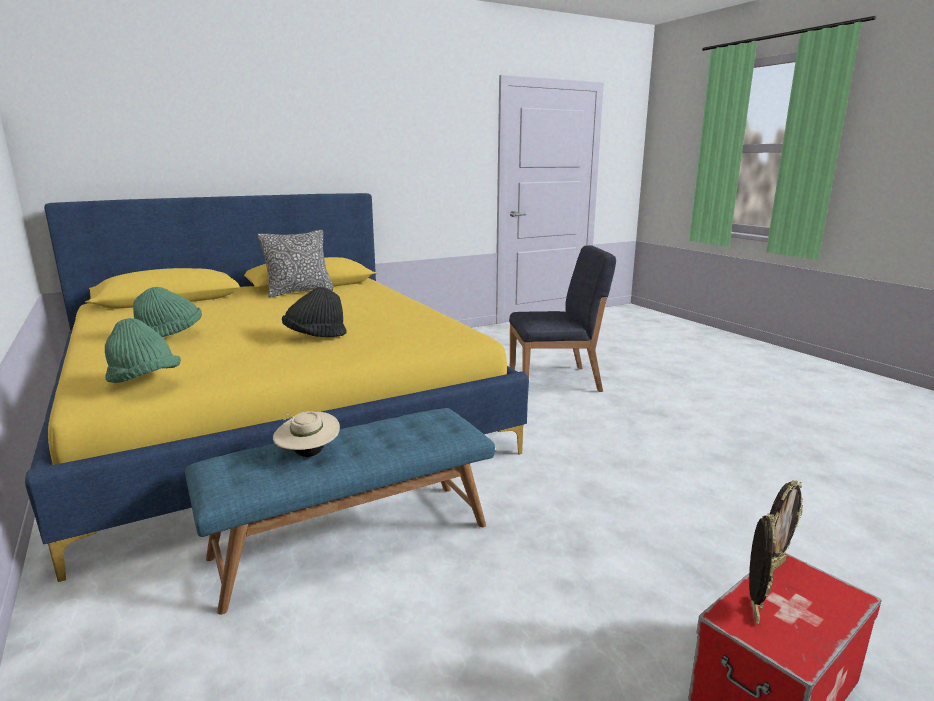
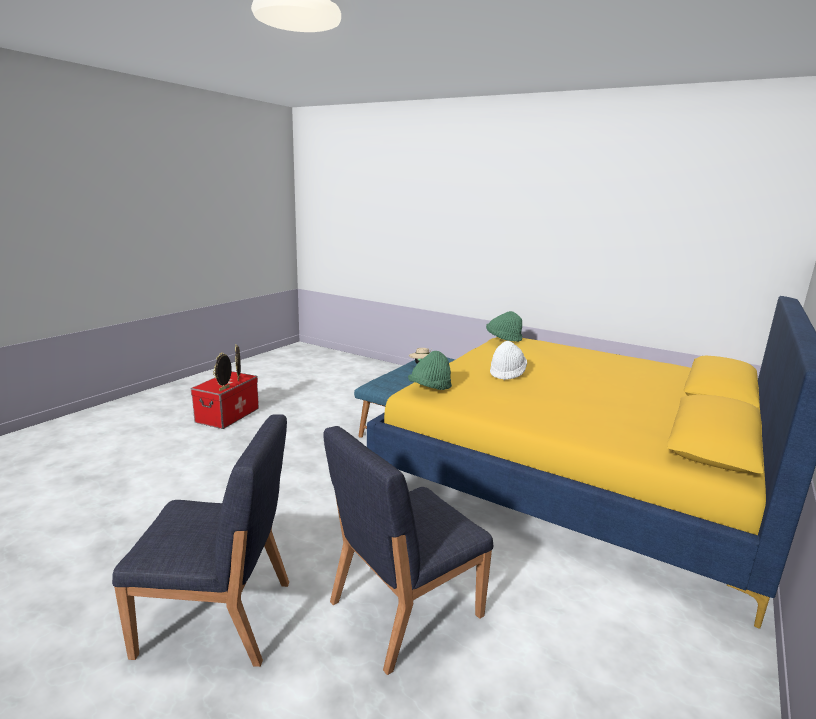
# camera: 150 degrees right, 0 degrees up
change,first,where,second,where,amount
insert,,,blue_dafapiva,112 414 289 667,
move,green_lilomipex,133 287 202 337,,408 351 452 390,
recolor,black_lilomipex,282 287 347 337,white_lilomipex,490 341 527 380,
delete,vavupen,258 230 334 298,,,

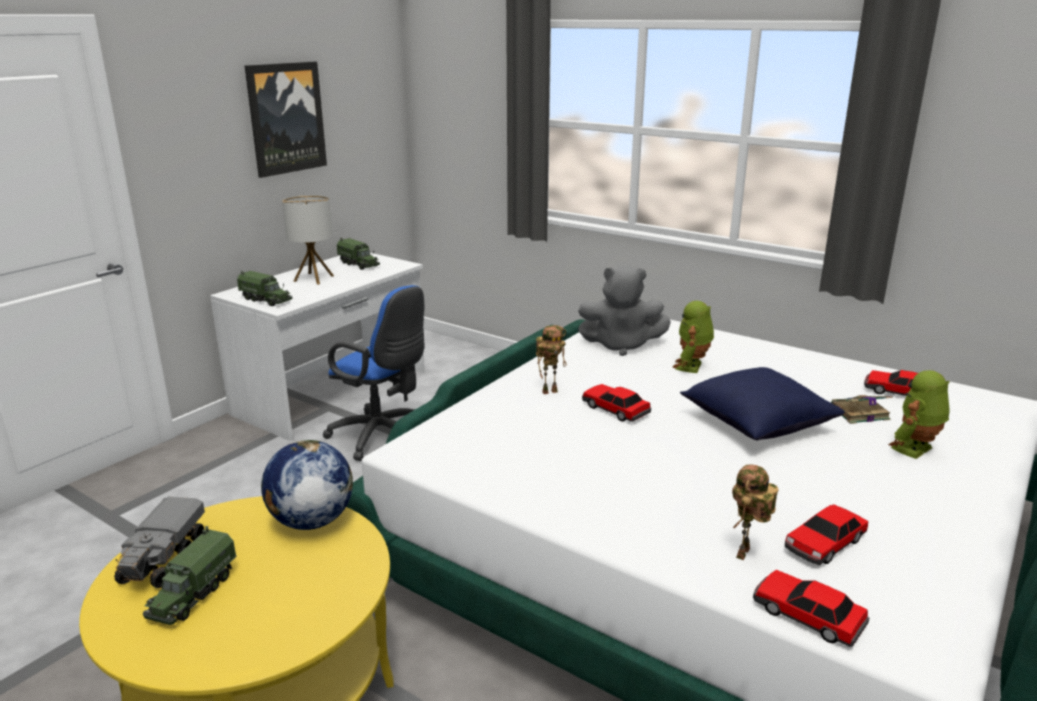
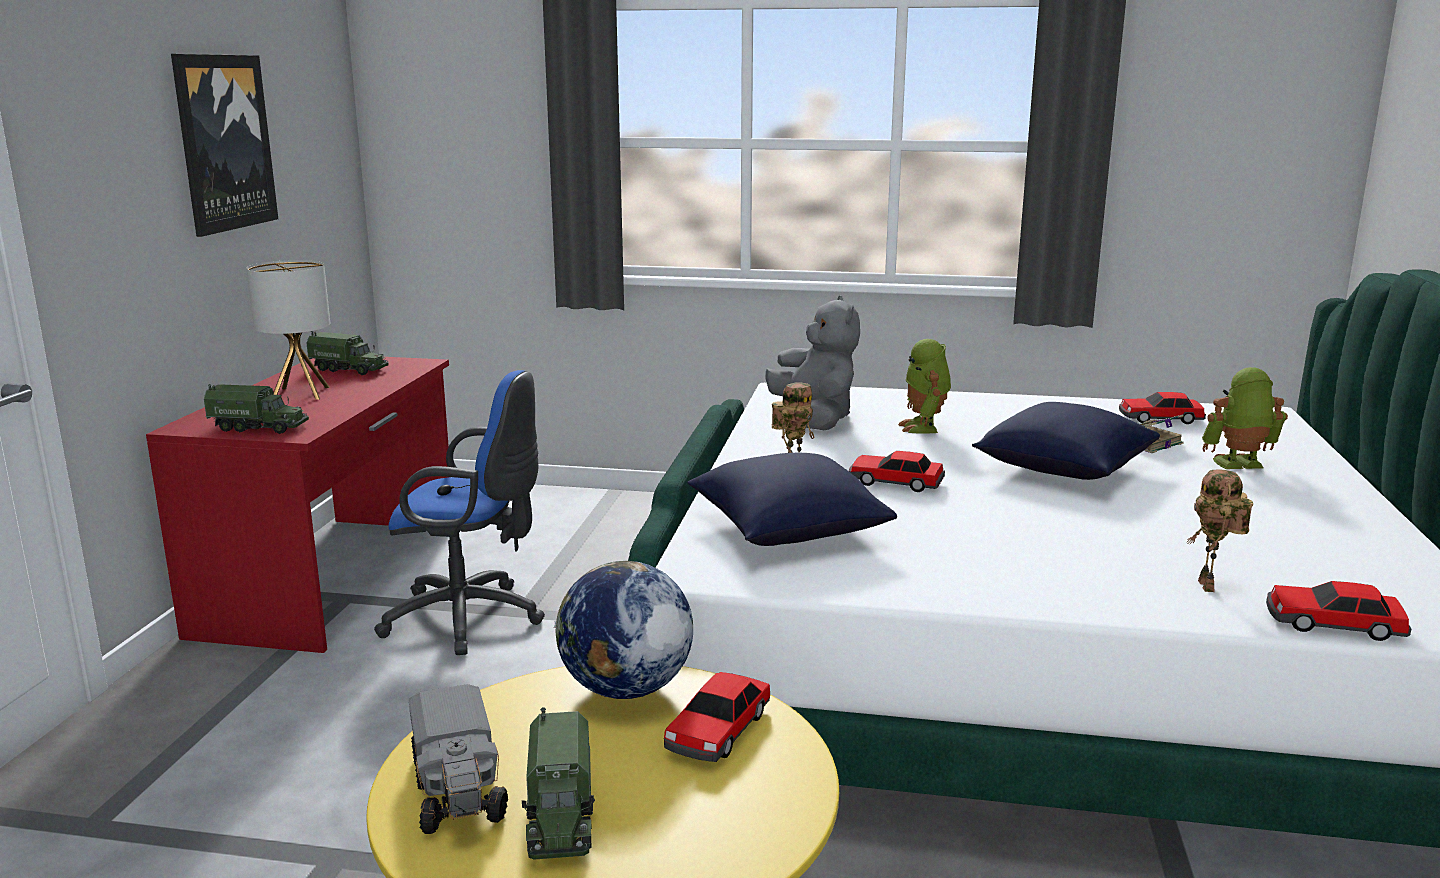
# camera: 25 degrees left, 5 degrees down
change,first,where,second,where,amount
recolor,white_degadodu,210 253 425 441,red_degadodu,146 357 449 653,
move,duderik,785 504 868 565,,664 672 770 762,
insert,,,blue_vavupen,688 453 897 546,
rotate,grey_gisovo,578 266 671 356,,766 296 860 430,90 degrees counterclockwise
rotate,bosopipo,888 370 950 459,,1202 367 1288 469,60 degrees clockwise

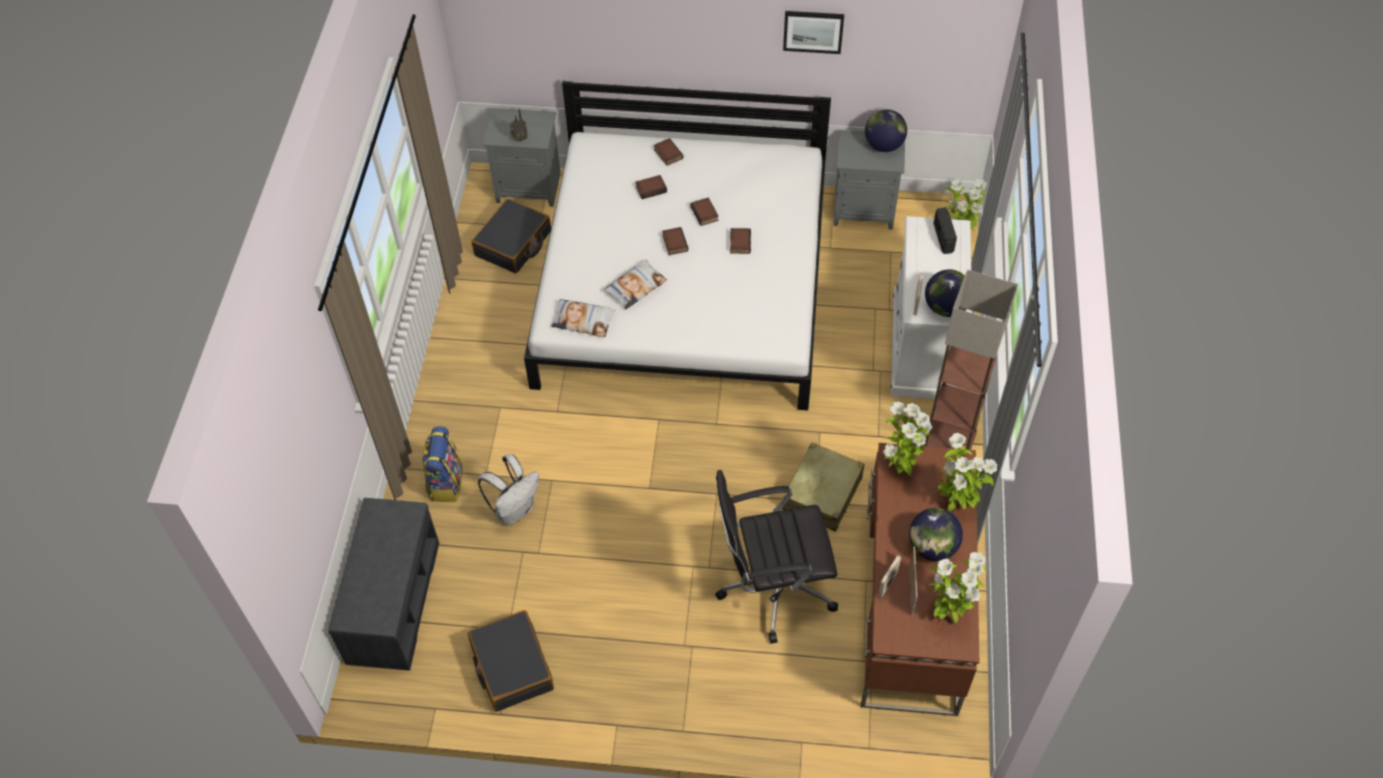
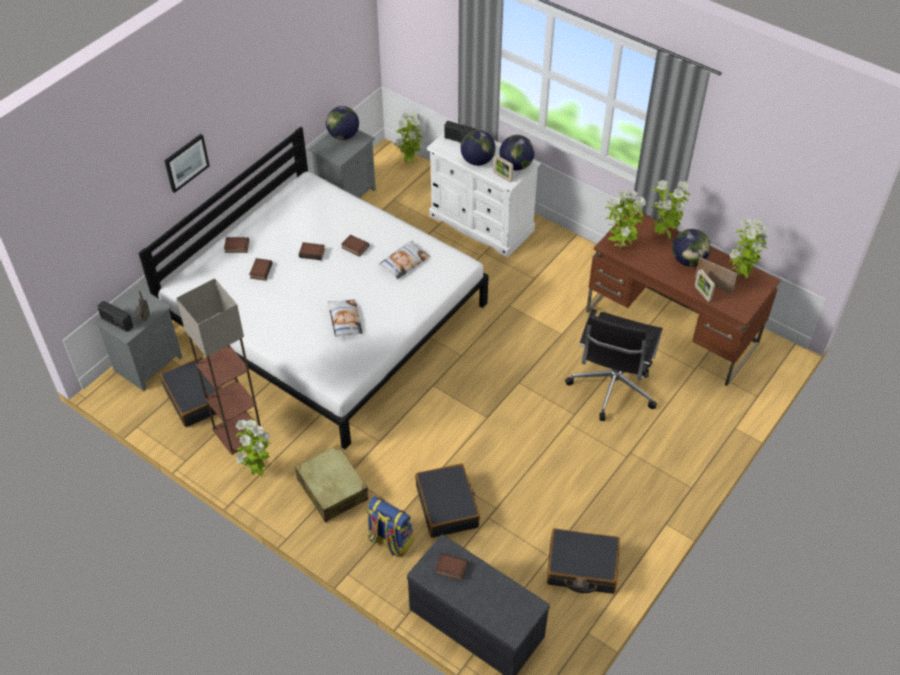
# camera: 60 degrees left, 5 degrees down
change,first,where,second,where,amount
insert,,,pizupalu,98 301 133 332,
move,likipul,783 11 844 54,,164 134 210 193,
move,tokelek,923 270 1018 450,,176 278 261 455,
insert,,,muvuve,236 419 271 476,
move,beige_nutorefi,783 442 865 531,,295 445 368 522,
move,vavupen,551 299 616 337,,379 240 430 279,
replace,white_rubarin,478 454 539 525,black_nutorefi,415 463 480 538,
move,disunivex,662 227 688 255,,435 553 468 581,
insert,,,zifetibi,461 130 496 166,

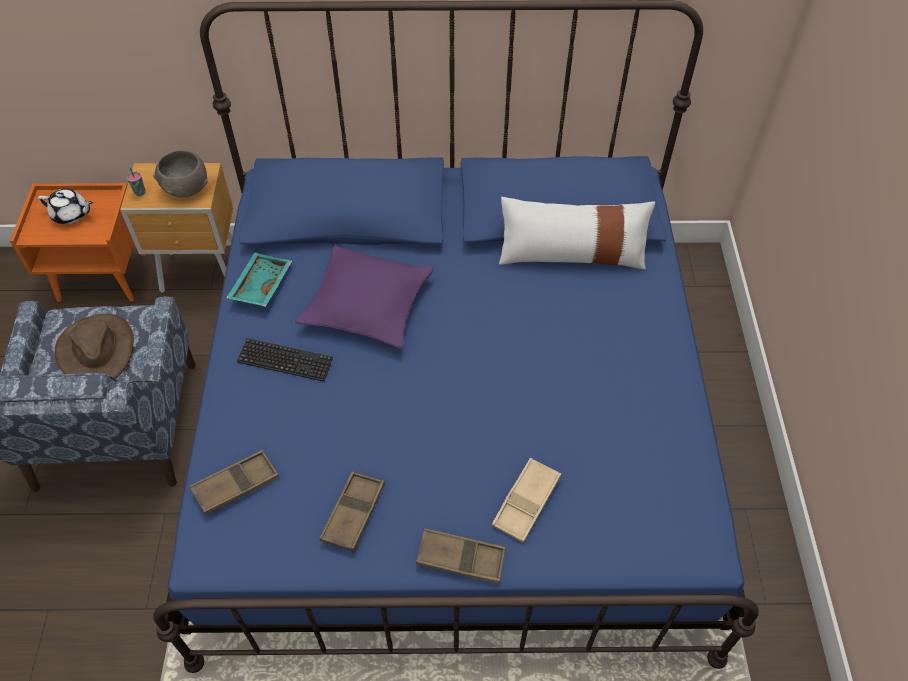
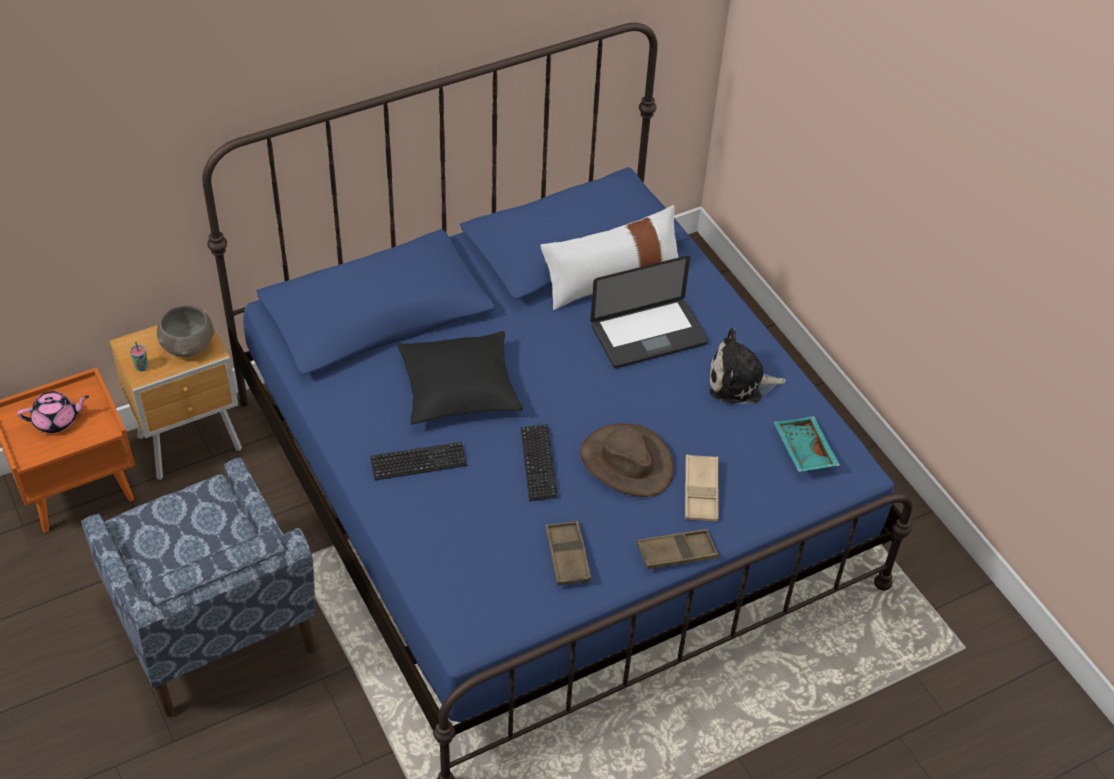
# camera: 30 degrees left, 5 degrees down
change,first,where,second,where,amount
recolor,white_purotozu,38 188 93 224,pink_purotozu,17 391 89 433,
recolor,purple_vavupen,295 245 434 349,black_vavupen,398 331 523 425,
insert,,,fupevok,520 424 558 501,
move,brown_lilomipex,55 314 134 379,,580 424 674 497,
insert,,,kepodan,590 256 708 368,
insert,,,gisovo,710 328 786 404,
move,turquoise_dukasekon,226 252 292 307,,774 416 840 472,
delete,brown_dukasekon,189 450 279 515,,,

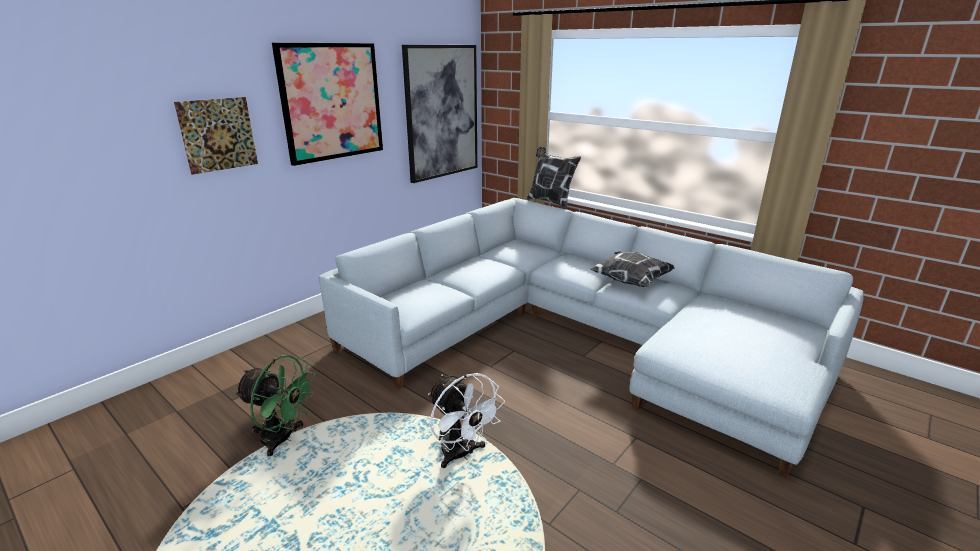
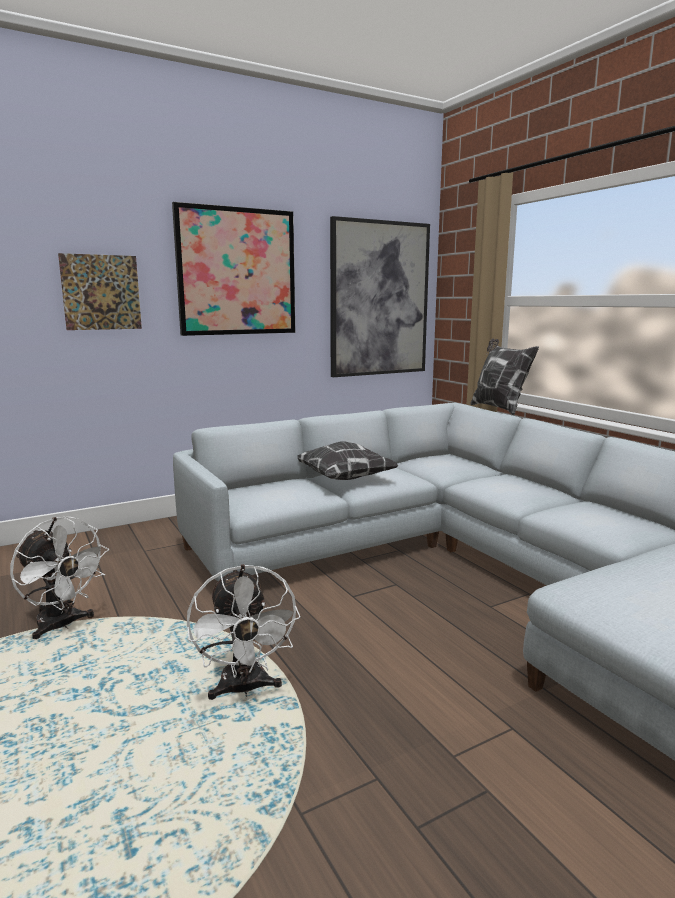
# camera: 20 degrees right, 10 degrees down
change,first,where,second,where,amount
recolor,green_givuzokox,235 355 316 456,white_givuzokox,10 517 109 639,
move,vavupen,589 251 675 287,,297 442 399 480,

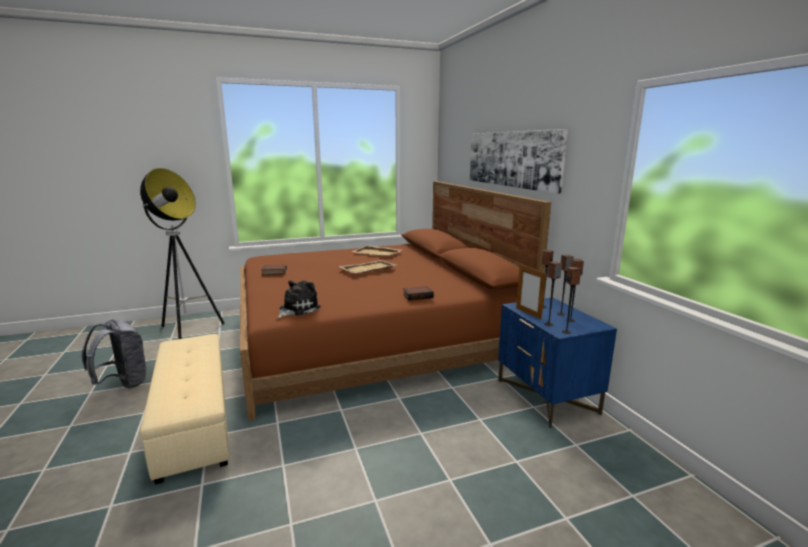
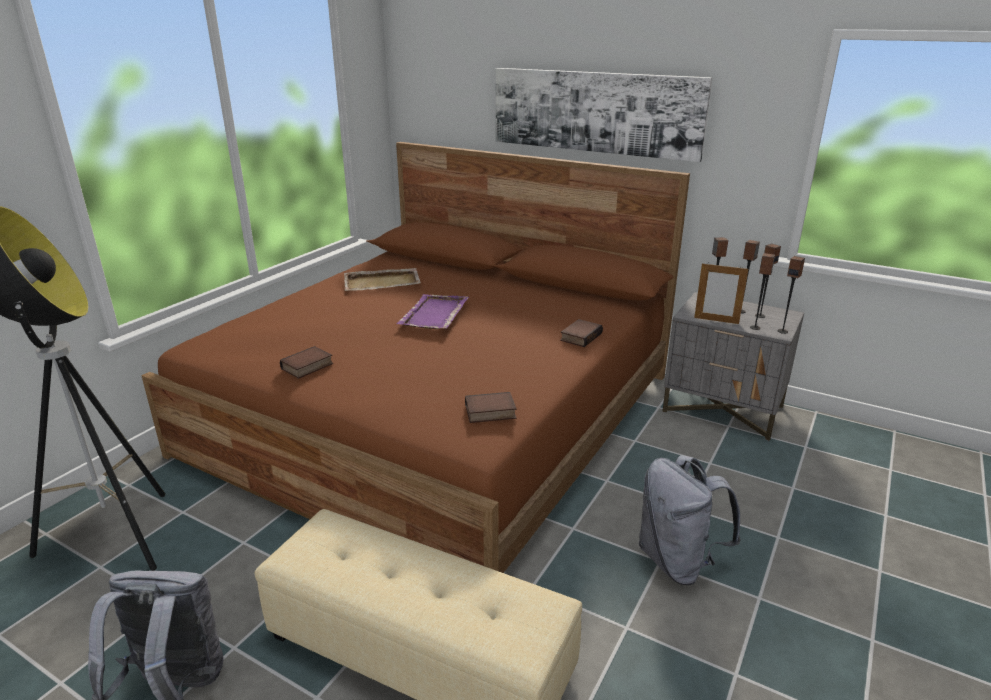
# camera: 40 degrees left, 10 degrees up
change,first,where,second,where,amount
recolor,beige_dukasekon,339 260 396 274,purple_dukasekon,397 294 469 329,
replace,gisovo,277 280 321 318,disunivex,465 392 517 423,
insert,,,grey_rubarin,639 455 741 585,
recolor,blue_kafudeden,498 298 617 428,grey_kafudeden,662 292 804 441,

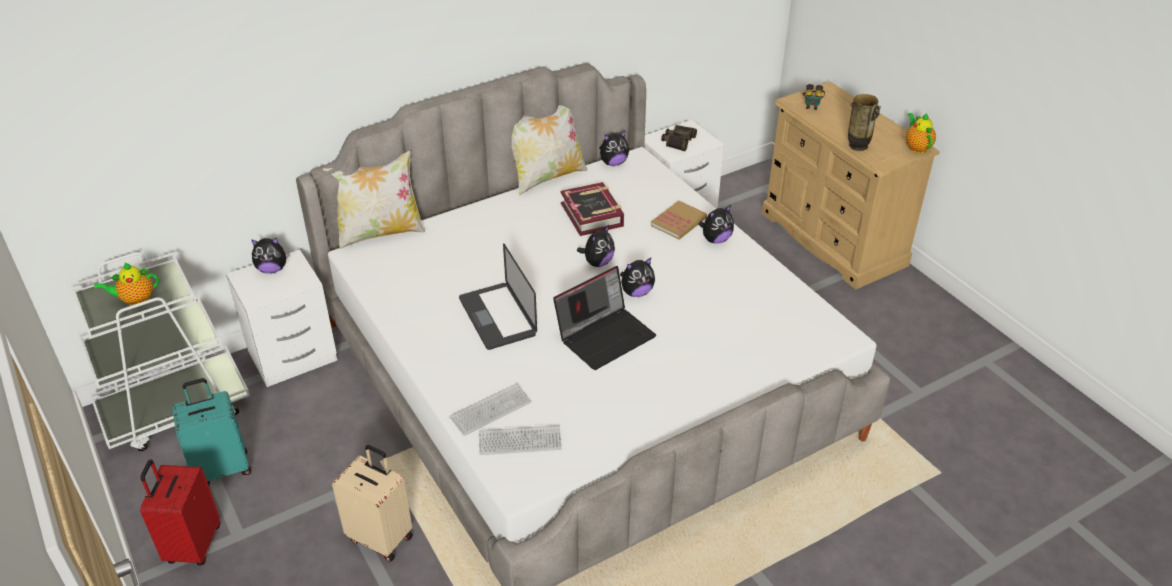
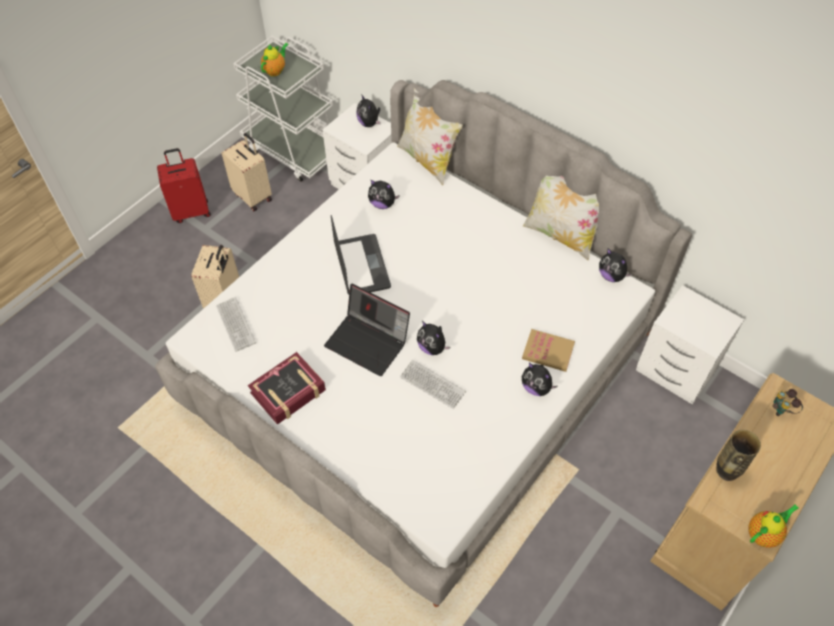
# camera: 70 degrees right, 15 degrees up
change,first,where,second,where,amount
recolor,turquoise_nutorefi,172 378 251 486,beige_nutorefi,221 133 272 211,
move,disunivex,560 182 624 236,,248 352 326 425,
rotate,purotozu,94 263 159 306,,261 43 289 76,75 degrees clockwise
rotate,kepodan,459 243 537 350,,331 215 391 294,120 degrees clockwise
move,gisovo,577 225 615 267,,368 179 400 209,
move,fupevok,449 383 531 436,,400 360 466 409,
delete,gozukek,661 125 697 151,,,

